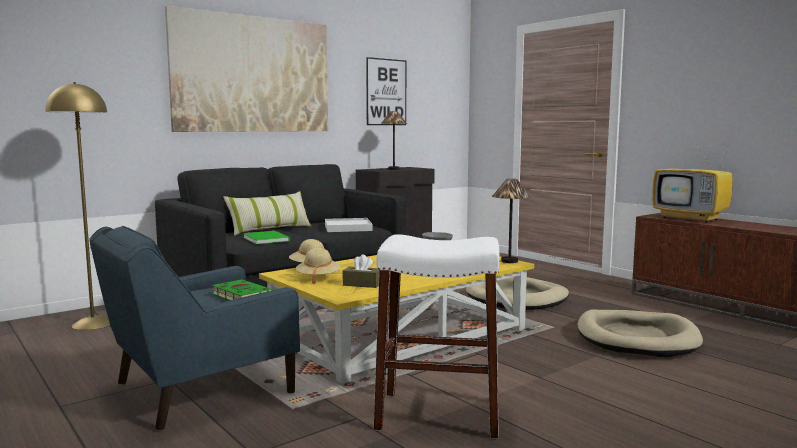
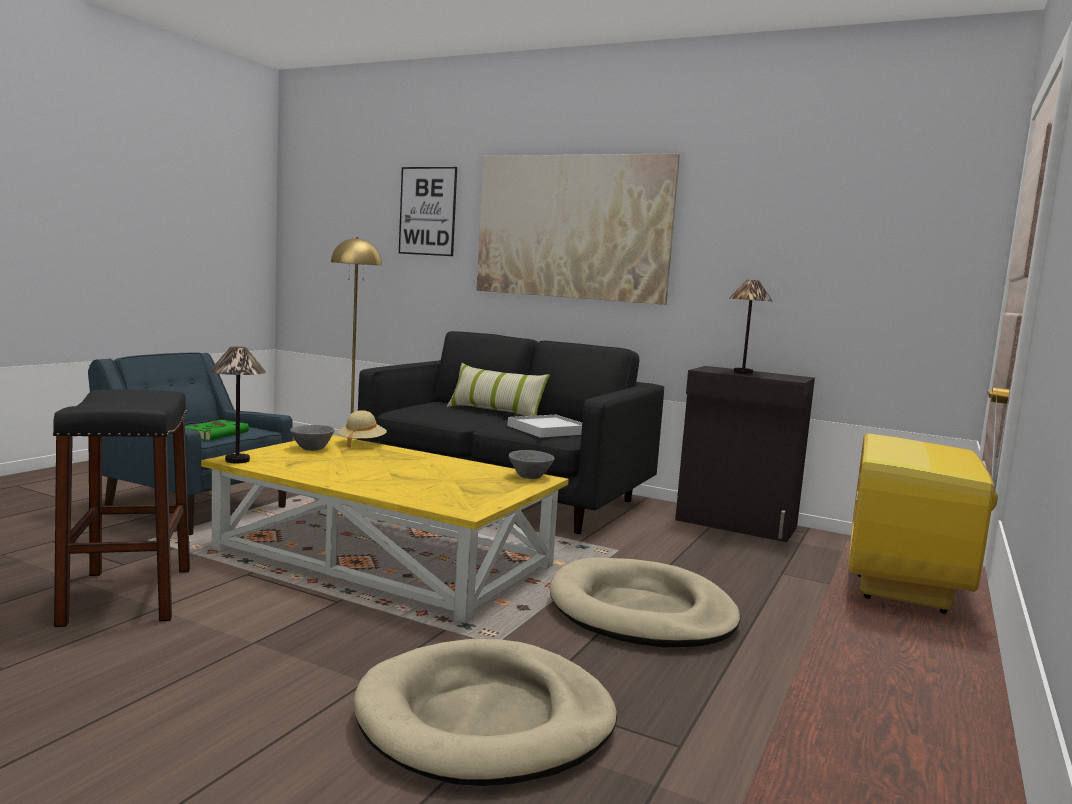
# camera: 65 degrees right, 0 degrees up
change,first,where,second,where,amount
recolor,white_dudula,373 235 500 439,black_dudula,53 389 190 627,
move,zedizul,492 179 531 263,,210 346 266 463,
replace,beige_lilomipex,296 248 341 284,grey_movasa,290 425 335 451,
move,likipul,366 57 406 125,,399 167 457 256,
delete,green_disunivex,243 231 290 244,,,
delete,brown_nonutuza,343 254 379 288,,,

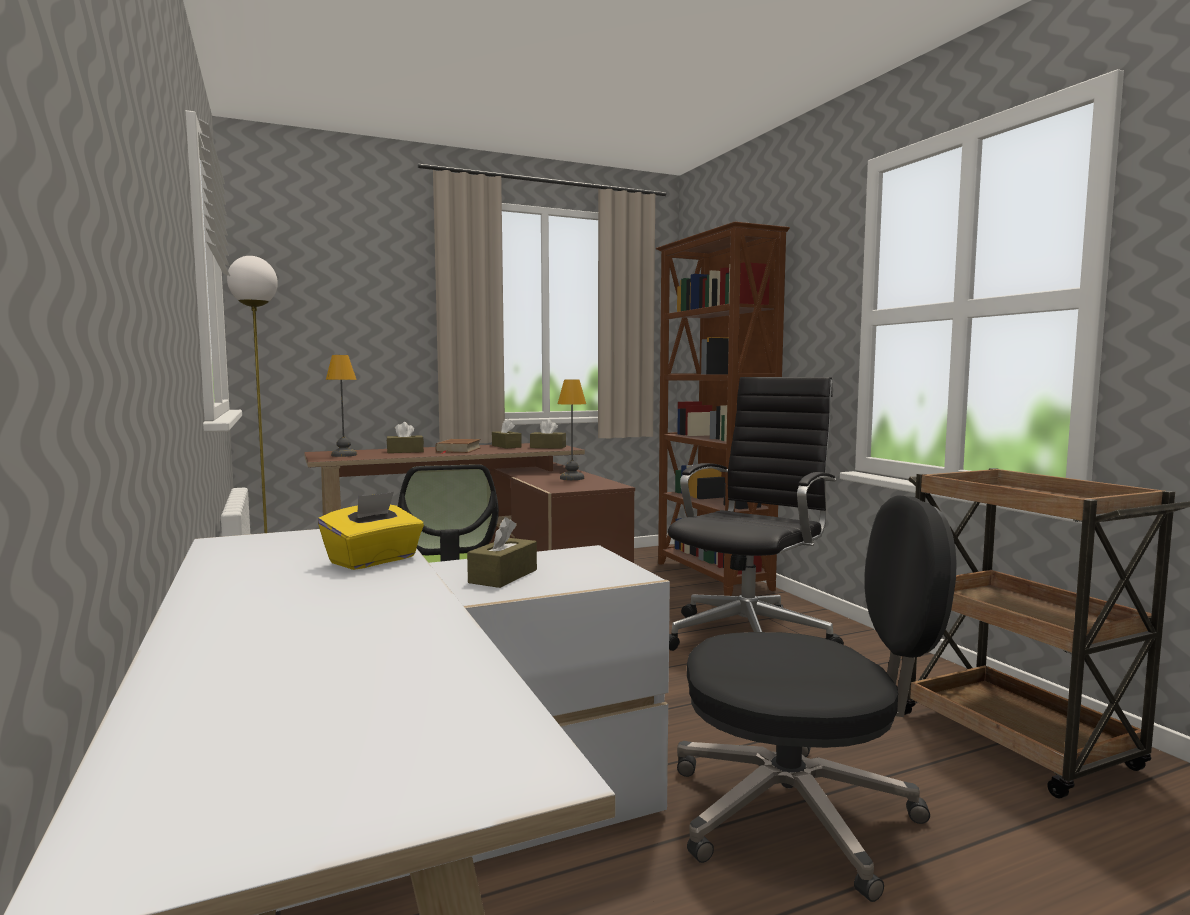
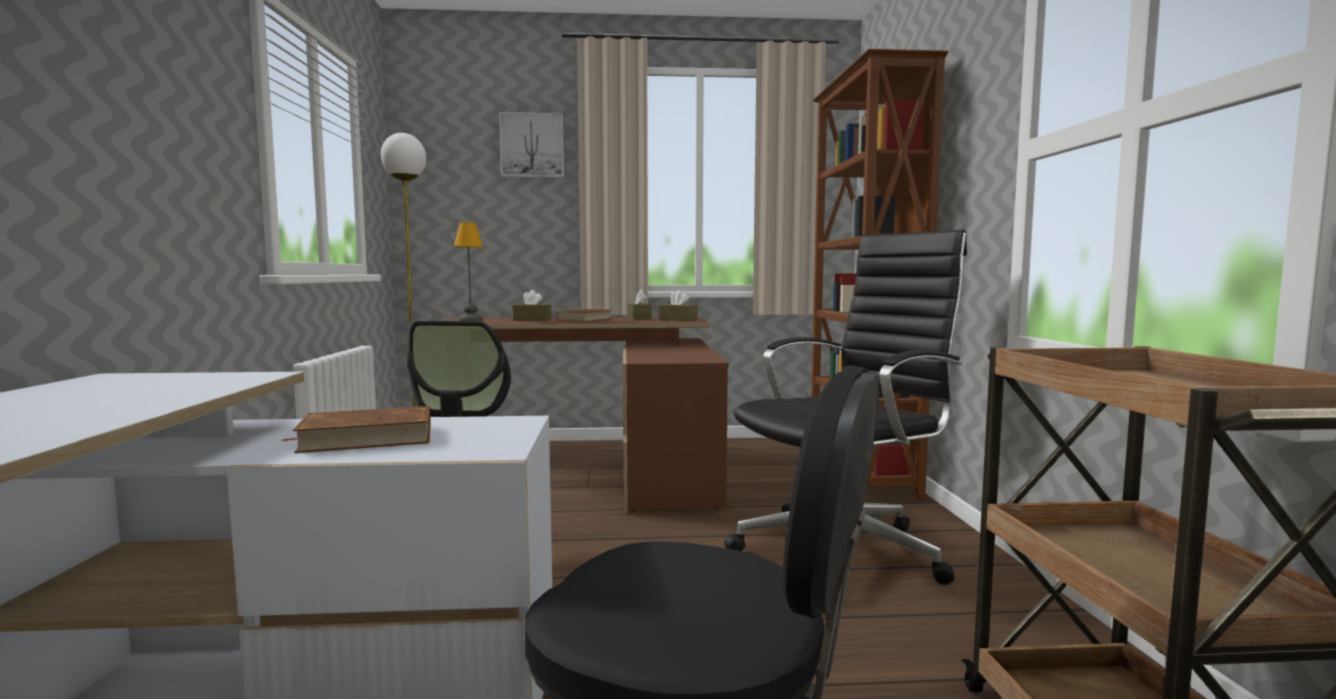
# camera: 20 degrees right, 0 degrees up
change,first,where,second,where,amount
replace,brown_nonutuza,467 517 537 588,brown_disunivex,281 406 431 453,
insert,,,likipul,499 112 564 178,
delete,yellow_nonutuza,318 492 424 570,,,
delete,zedizul,558 380 586 480,,,

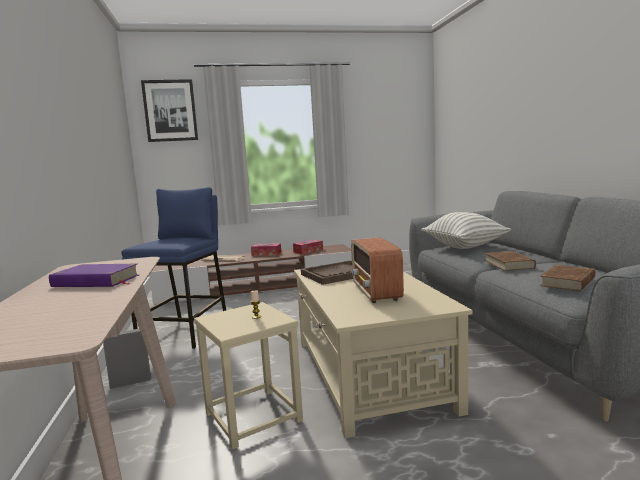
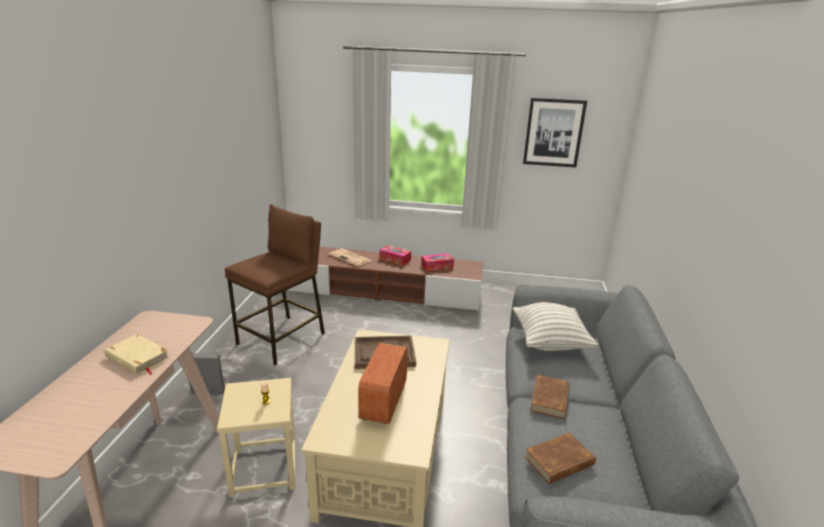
# camera: 20 degrees right, 15 degrees up
change,first,where,second,where,amount
recolor,purple_disunivex,49 264 139 287,beige_disunivex,104 334 170 375,
recolor,blue_dudula,122 187 226 349,brown_dudula,225 204 325 365,
move,likipul,141 79 198 142,,523 98 587 167,

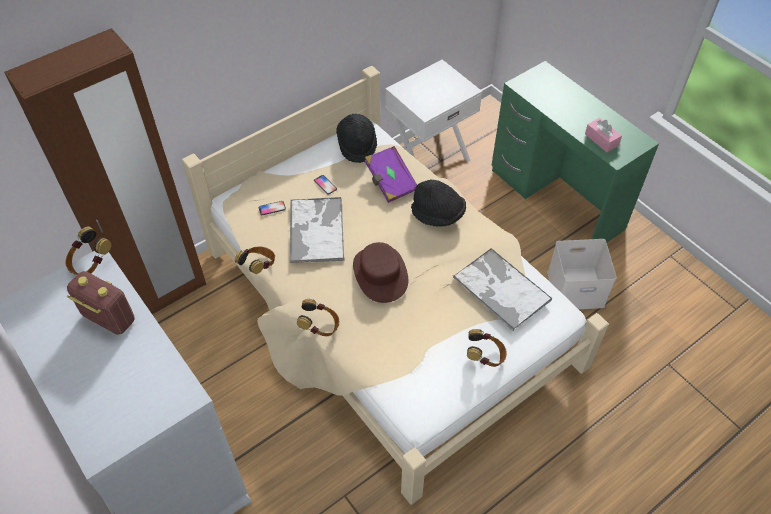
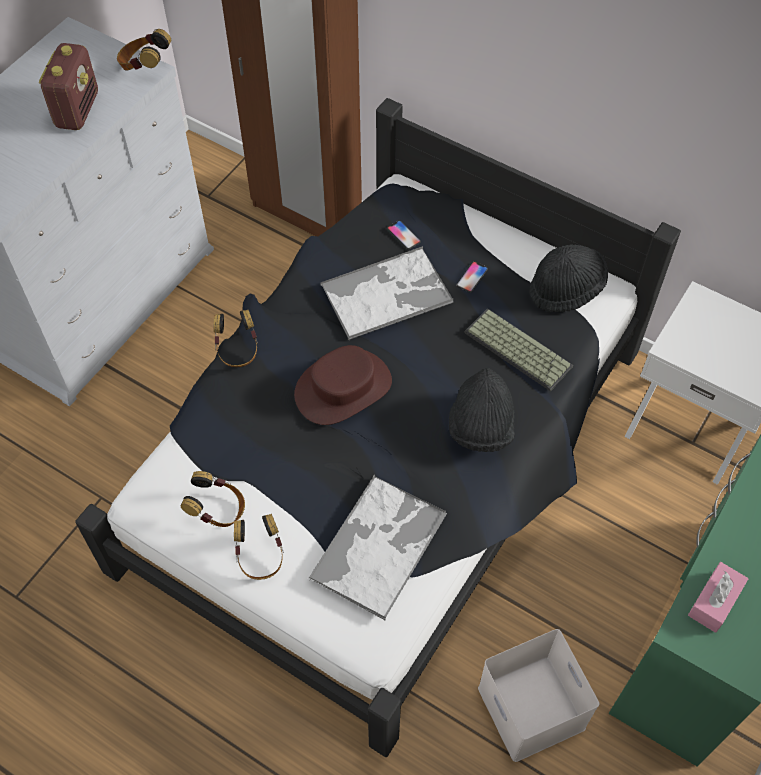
# camera: 70 degrees right, 5 degrees up
change,first,where,second,where,amount
recolor,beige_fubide,182 66 609 505,black_fubide,75 98 681 757,
move,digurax,235 247 275 274,,181 471 245 527,
replace,purple_disunivex,365 146 417 203,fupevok,465 308 573 391,

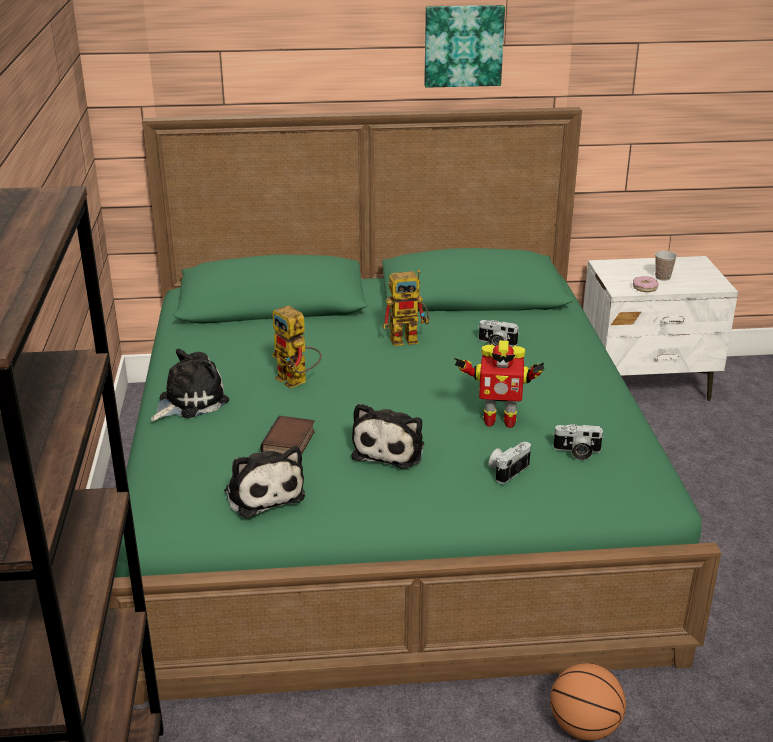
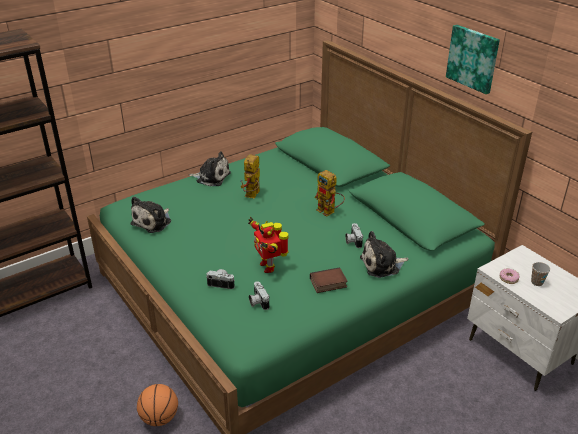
# camera: 60 degrees right, 5 degrees up
change,first,where,second,where,amount
move,disunivex,260 416 315 455,,310 267 348 293,
move,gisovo,351 403 424 469,,360 231 409 278,

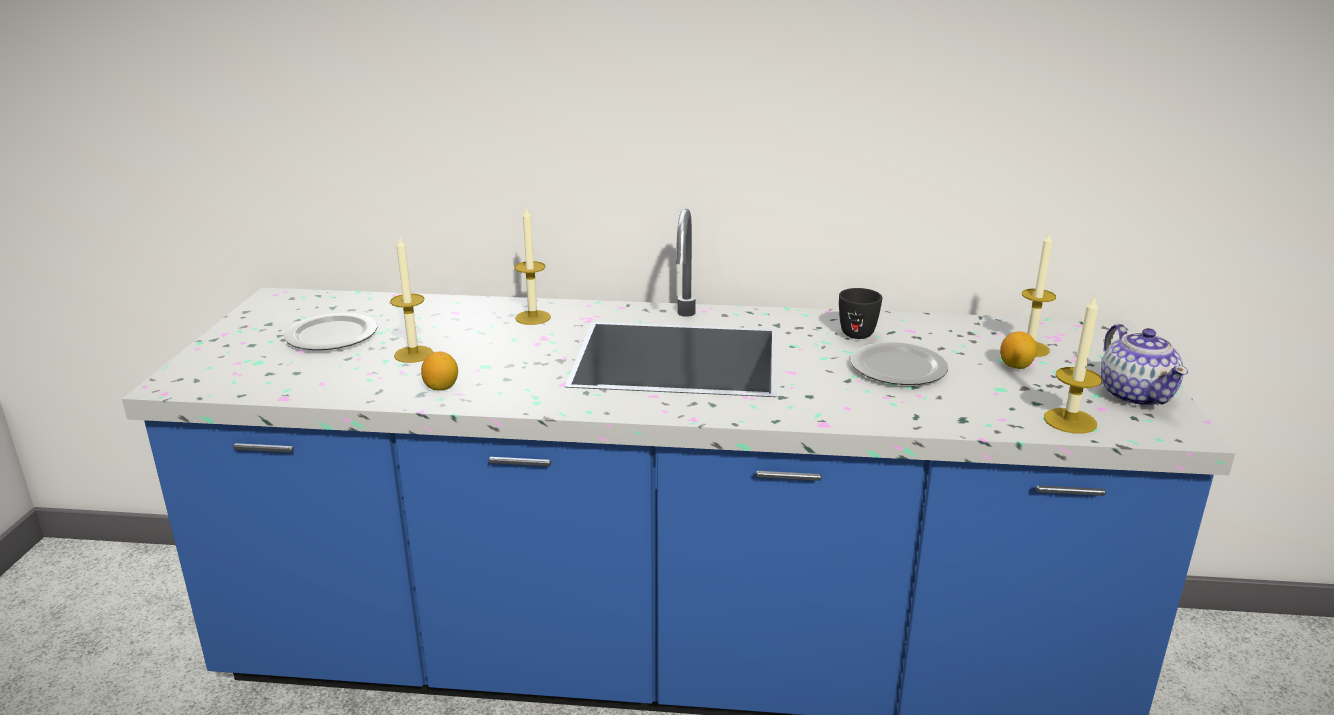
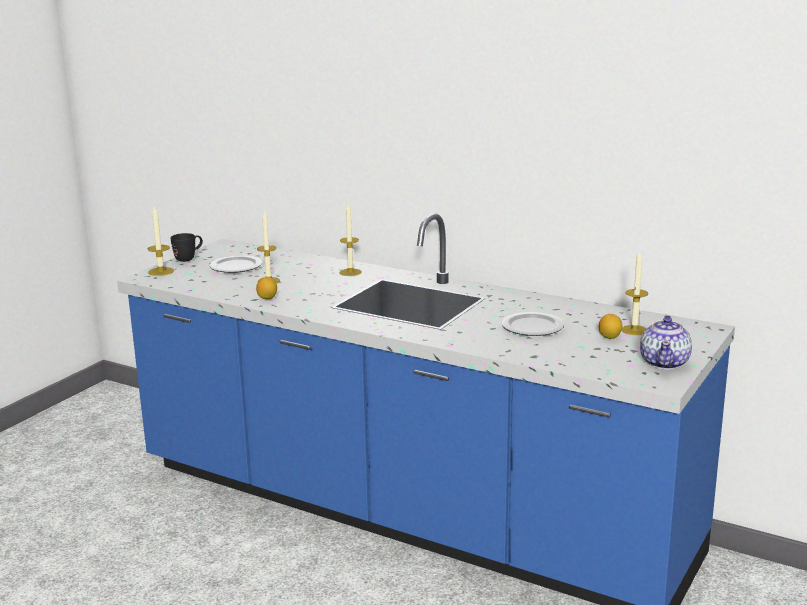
# camera: 25 degrees right, 5 degrees down
change,first,where,second,where,amount
move,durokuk,1044 295 1102 434,,148 207 174 276,
move,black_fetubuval,839 288 882 339,,170 233 203 262,

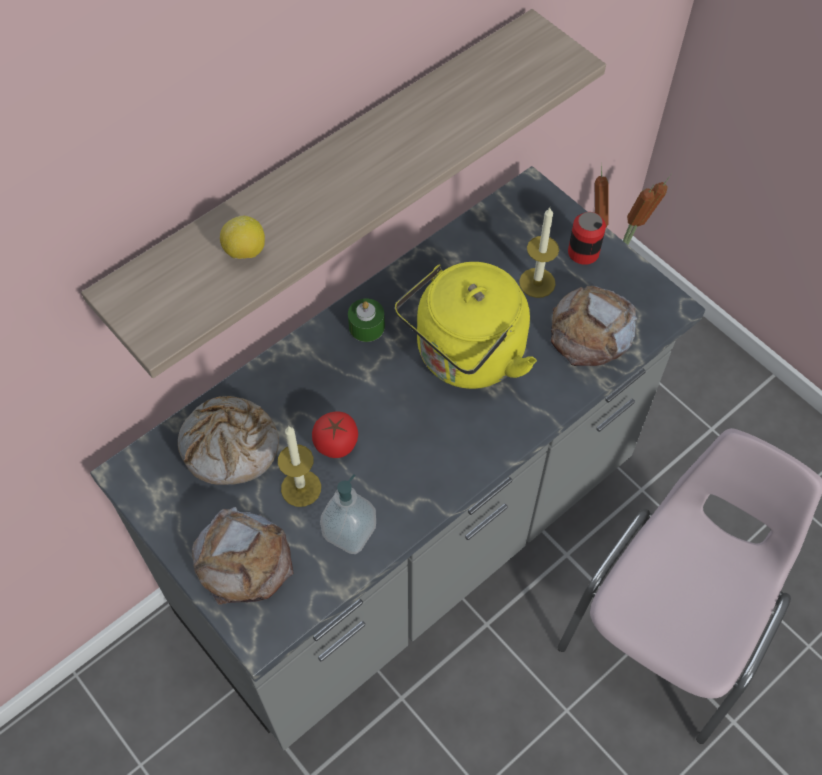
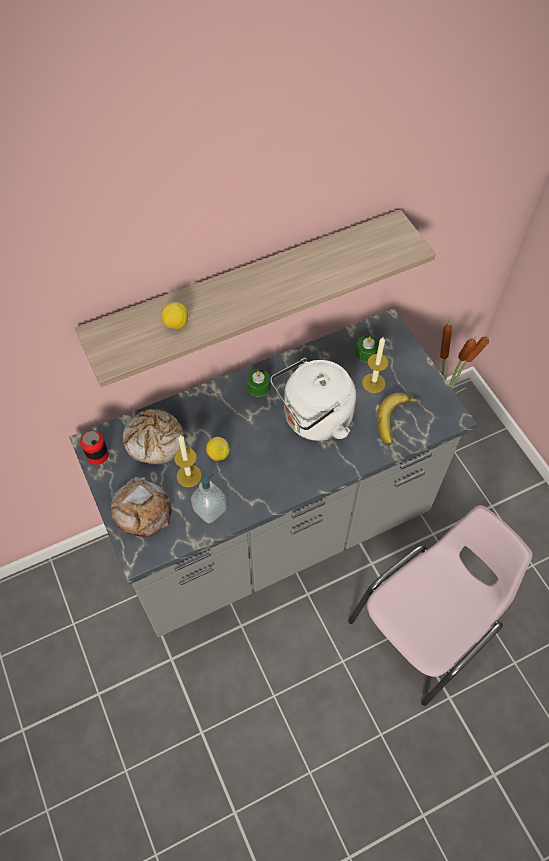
# camera: 15 degrees right, 0 degrees up
change,first,where,second,where,amount
move,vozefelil,568 212 606 265,,80 431 109 465,
replace,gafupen,312 412 358 458,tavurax,206 437 230 461,
recolor,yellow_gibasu,395 262 537 389,white_gibasu,271 358 356 441,
insert,,,green_durokuk,356 335 379 362,
replace,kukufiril,551 286 637 366,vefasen,377 393 422 445,

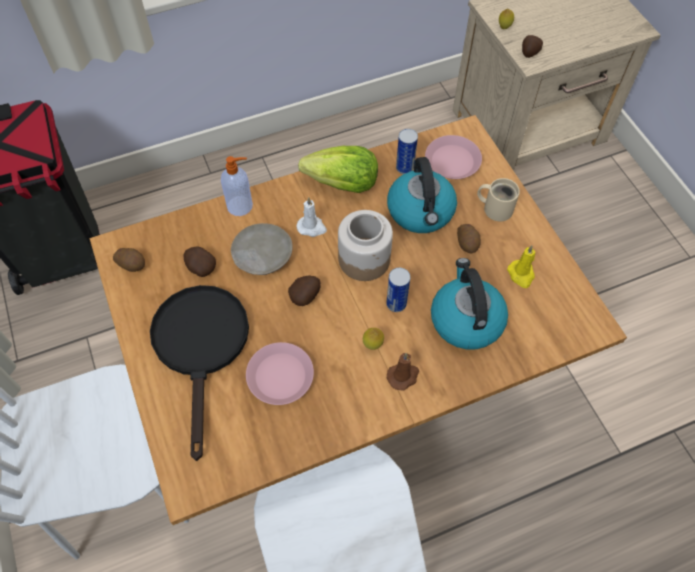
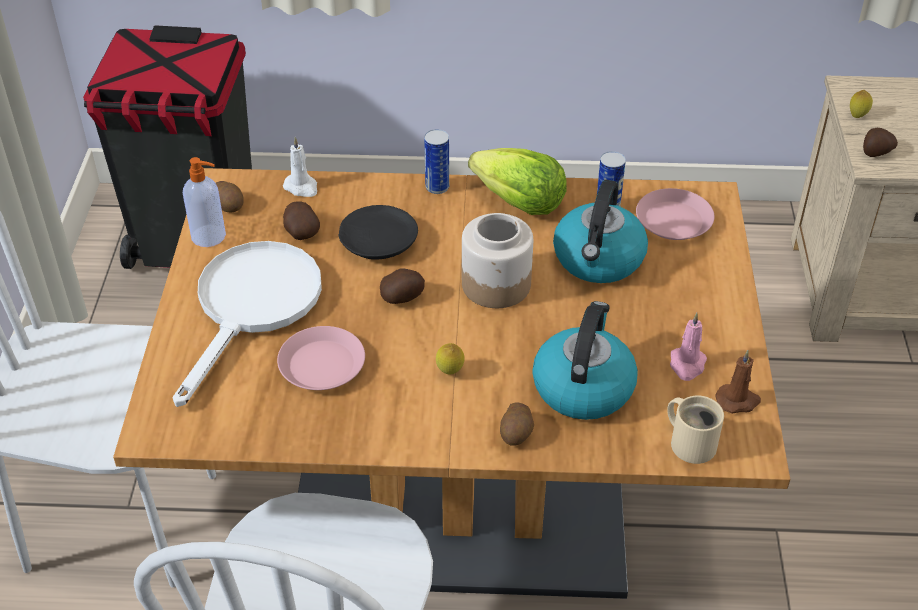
# camera: 25 degrees right, 15 degrees down
change,first,where,second,where,amount
recolor,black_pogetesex,150 285 249 461,white_pogetesex,173 241 322 407,
move,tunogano,221 156 253 216,,183 157 226 247,
move,white_durokuk,296 197 327 237,,283 137 317 197,
recolor,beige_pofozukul,231 223 293 275,black_pofozukul,338 205 418 260,
move,vozefelil,386 268 410 312,,424 129 449 194,
move,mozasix,457 224 481 253,,500 403 534 446,
move,beige_fetubuval,477 178 520 221,,667 395 724 464,
recolor,yellow_durokuk,507 246 535 288,pink_durokuk,670 313 707 381,
move,brown_durokuk,387 353 419 390,,715 350 761 414,

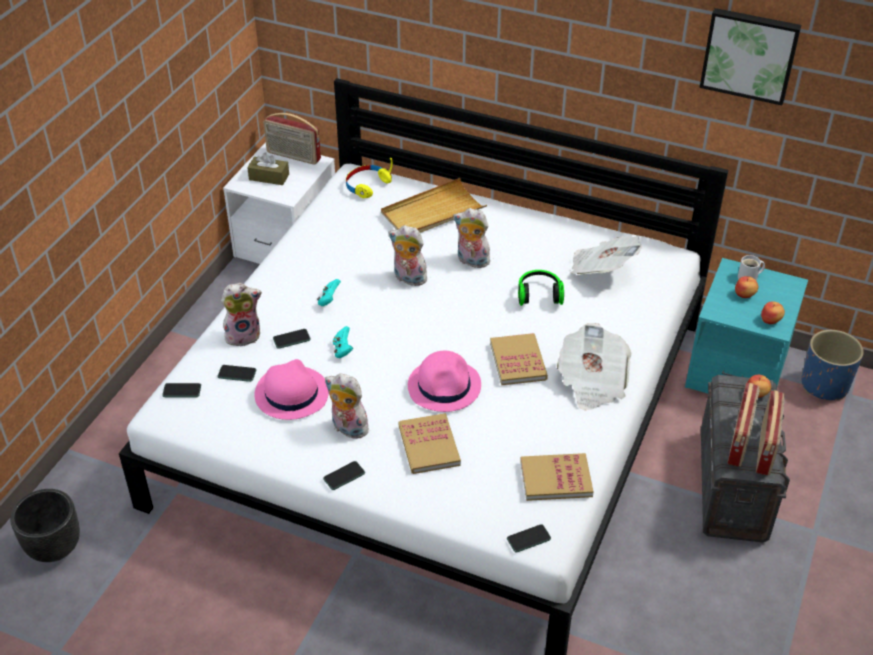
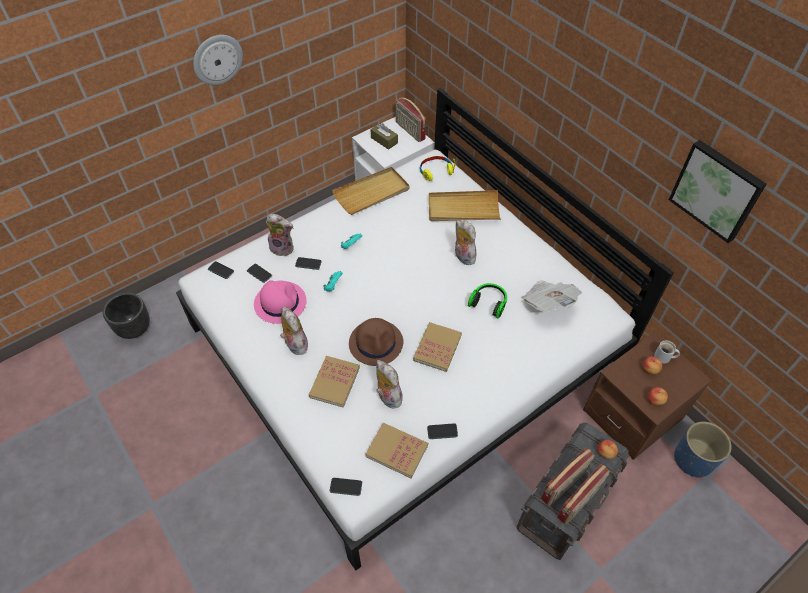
# camera: 30 degrees right, 10 degrees up
change,first,where,second,where,amount
insert,,,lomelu,193 35 243 85,
insert,,,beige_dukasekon,332 167 410 215,
recolor,pink_lilomipex,408 351 481 412,brown_lilomipex,349 318 403 366,
move,gisovo,389 225 429 286,,376 360 403 409,
move,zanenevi,323 461 365 490,,427 423 458 439,
recolor,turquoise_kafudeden,685 258 808 394,brown_kafudeden,583 331 712 460,
delete,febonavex,557 323 631 411,,,

